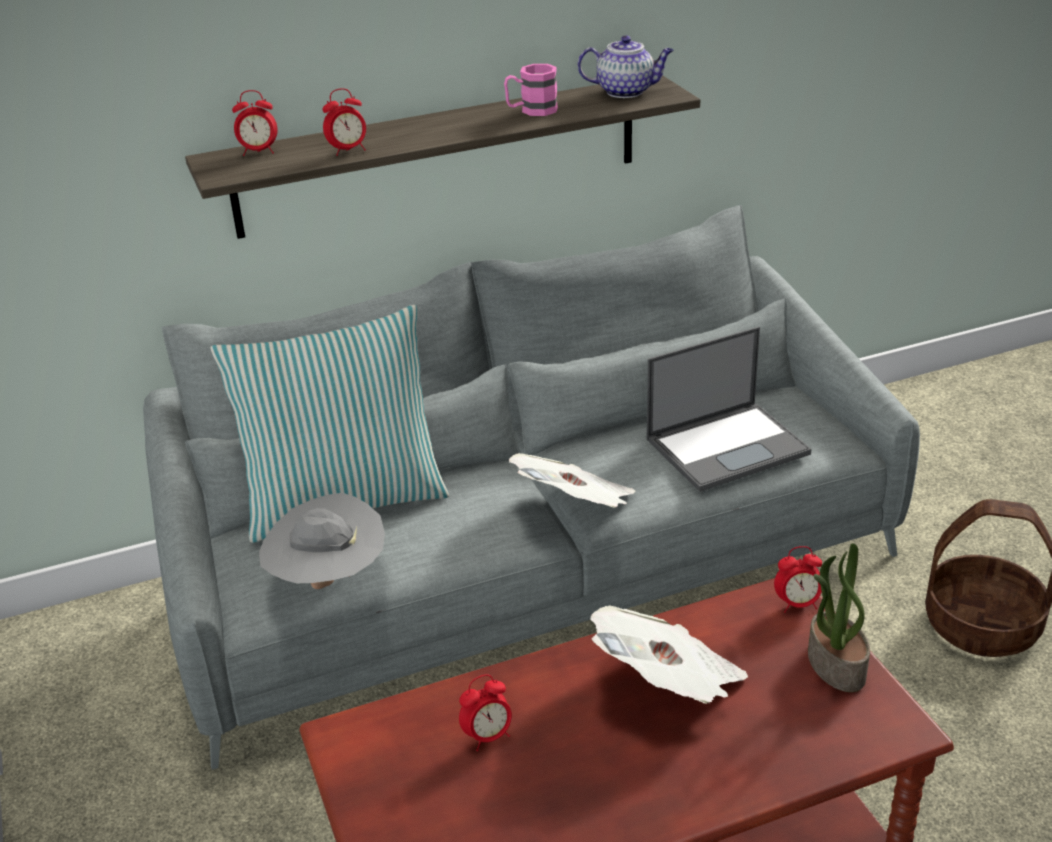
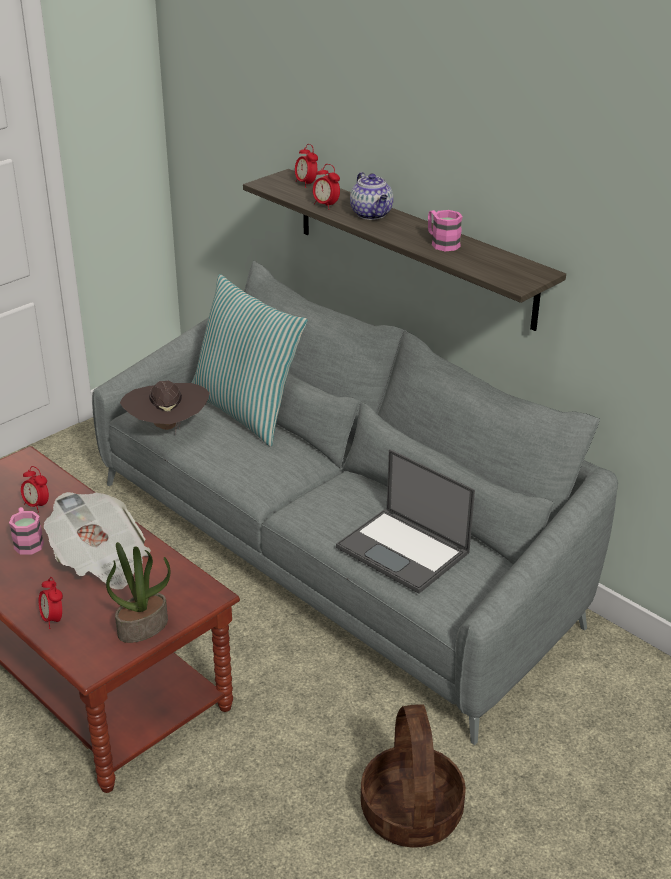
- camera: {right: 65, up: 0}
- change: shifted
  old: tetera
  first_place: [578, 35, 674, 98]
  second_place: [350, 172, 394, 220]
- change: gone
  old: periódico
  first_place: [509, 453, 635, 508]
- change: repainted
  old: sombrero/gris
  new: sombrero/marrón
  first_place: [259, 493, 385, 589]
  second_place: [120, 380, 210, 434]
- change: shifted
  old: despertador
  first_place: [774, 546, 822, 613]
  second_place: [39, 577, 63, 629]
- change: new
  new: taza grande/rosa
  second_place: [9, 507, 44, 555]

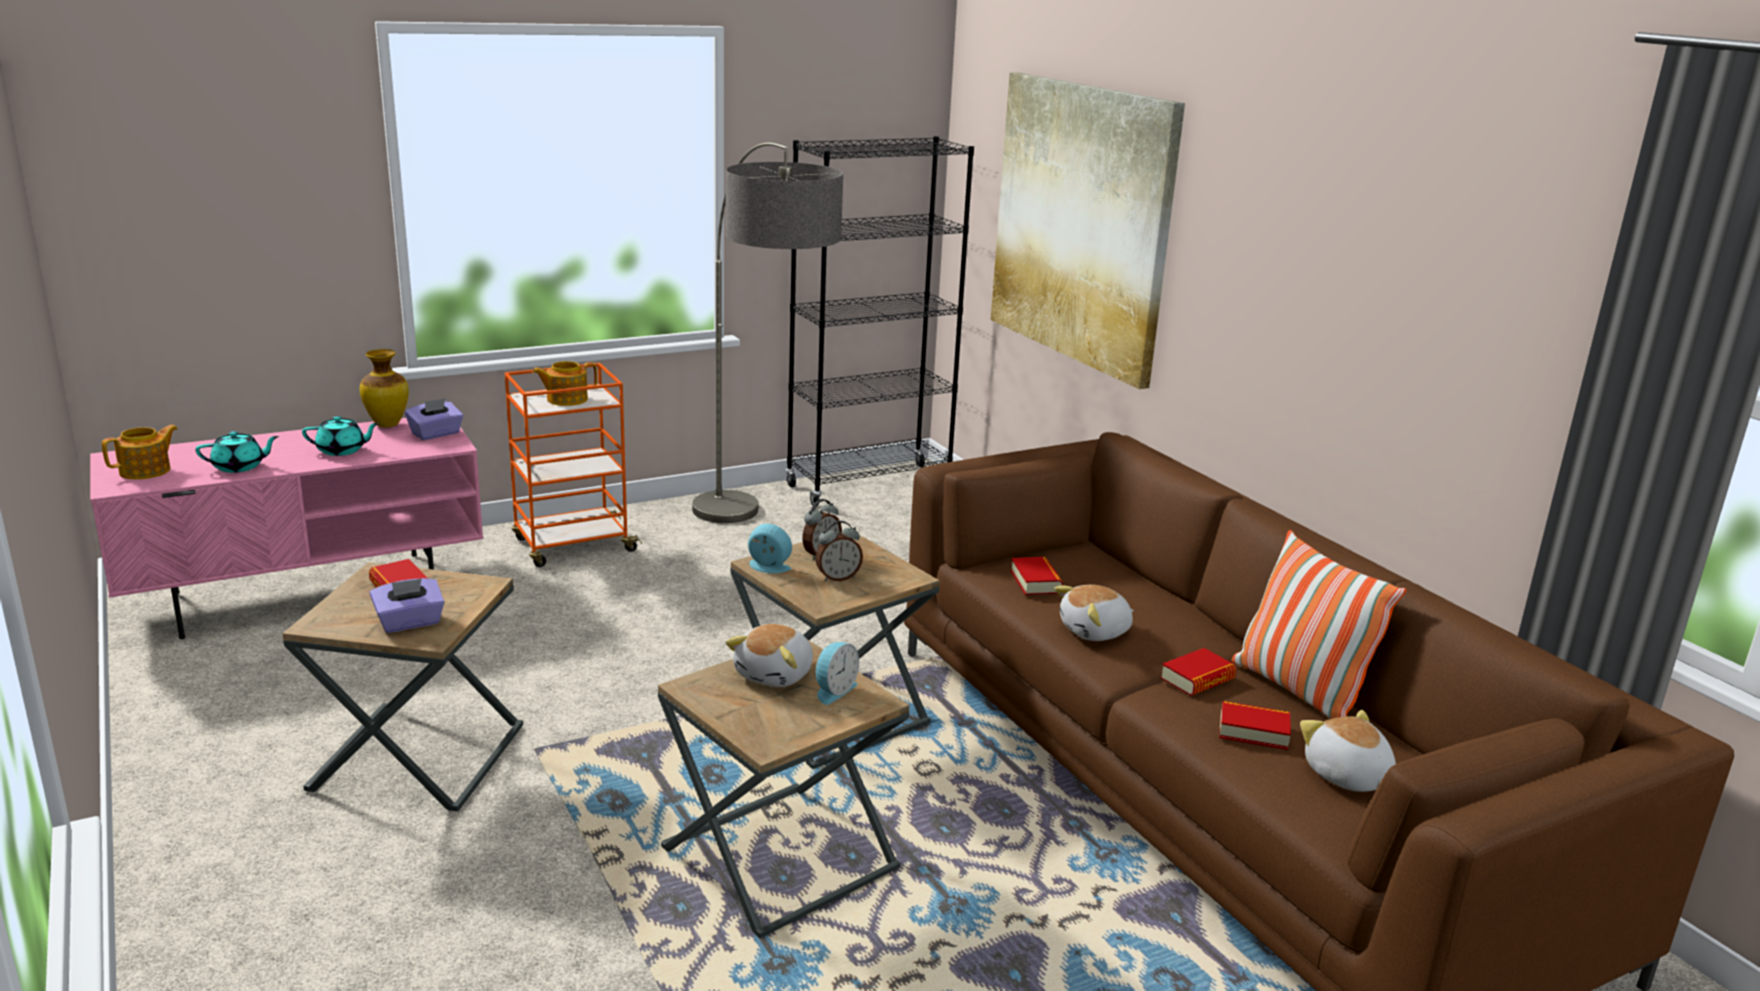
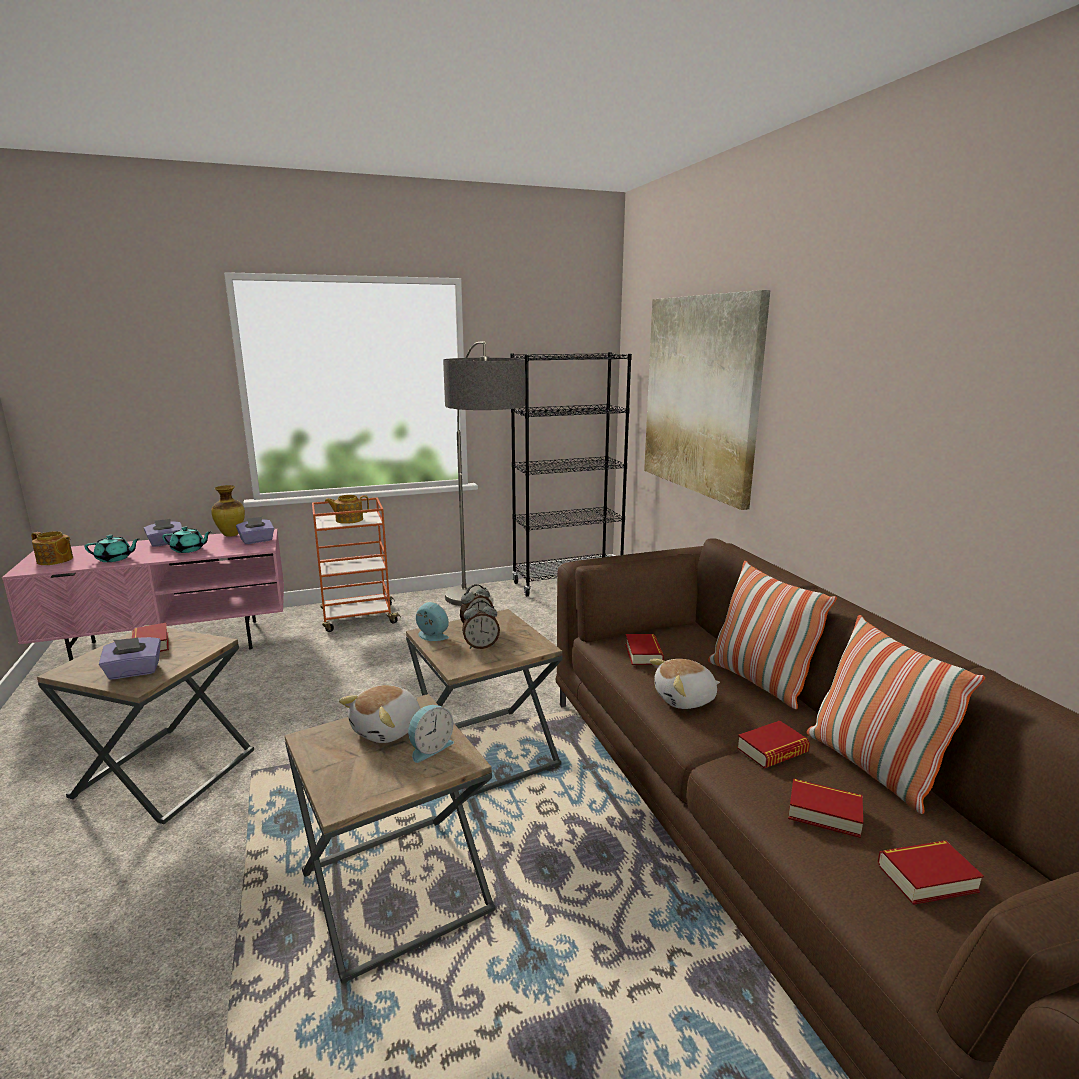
- camera: {right: 10, up: -5}
- change: rotated
  old: tetera
  first_place: [102, 425, 178, 479]
  second_place: [31, 531, 73, 565]
  degrees: 60
- change: swapped
  old: peluche
  new: libro
  first_place: [1300, 710, 1396, 792]
  second_place: [878, 841, 984, 905]
- change: new
  new: caja de pañuelos/morado
  second_place: [144, 519, 182, 547]
- change: new
  new: cojín
  second_place: [708, 561, 837, 709]

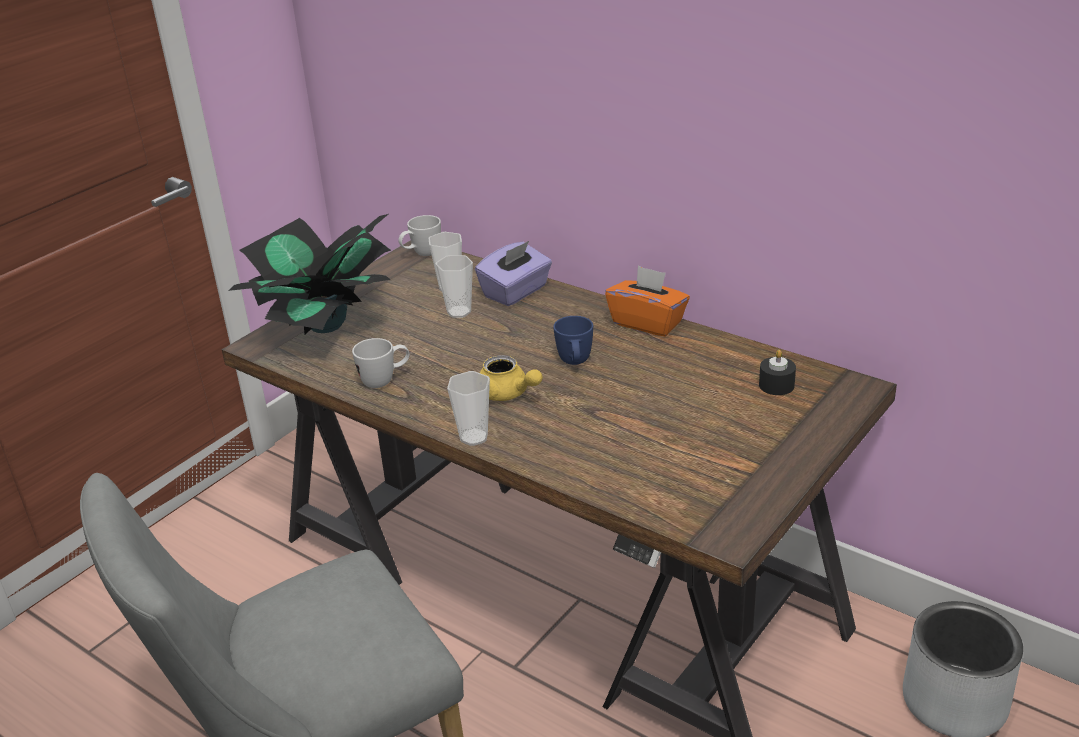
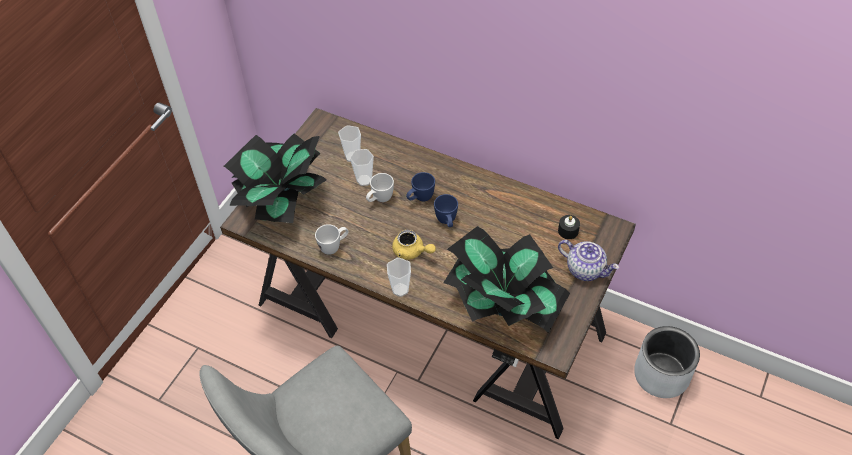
- camera: {right: -10, up: 20}
- change: shifted
  old: taza grande/blanco
  first_place: [398, 215, 441, 256]
  second_place: [366, 173, 394, 202]
- change: gone
  old: caja de pañuelos/morado
  first_place: [475, 241, 552, 306]
- change: gone
  old: caja de pañuelos/naranja
  first_place: [605, 266, 690, 336]
- change: new
  new: taza grande/azul
  second_place: [406, 172, 435, 201]
- change: new
  new: planta en maceta
  second_place: [443, 226, 570, 333]
- change: new
  new: tetera
  second_place: [558, 240, 619, 281]

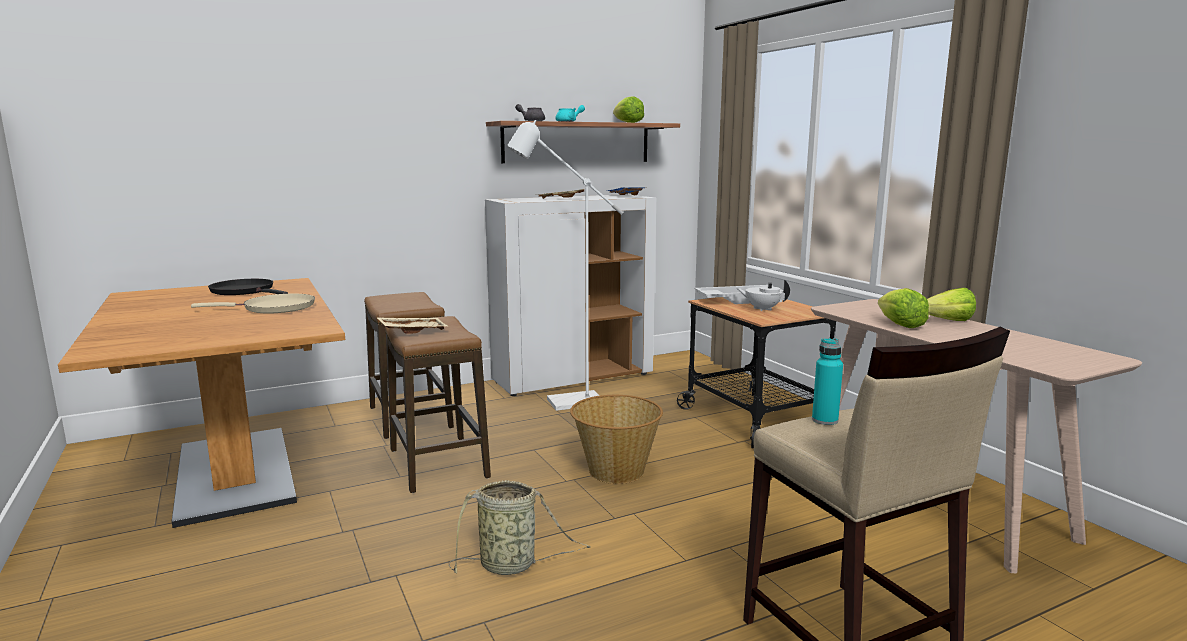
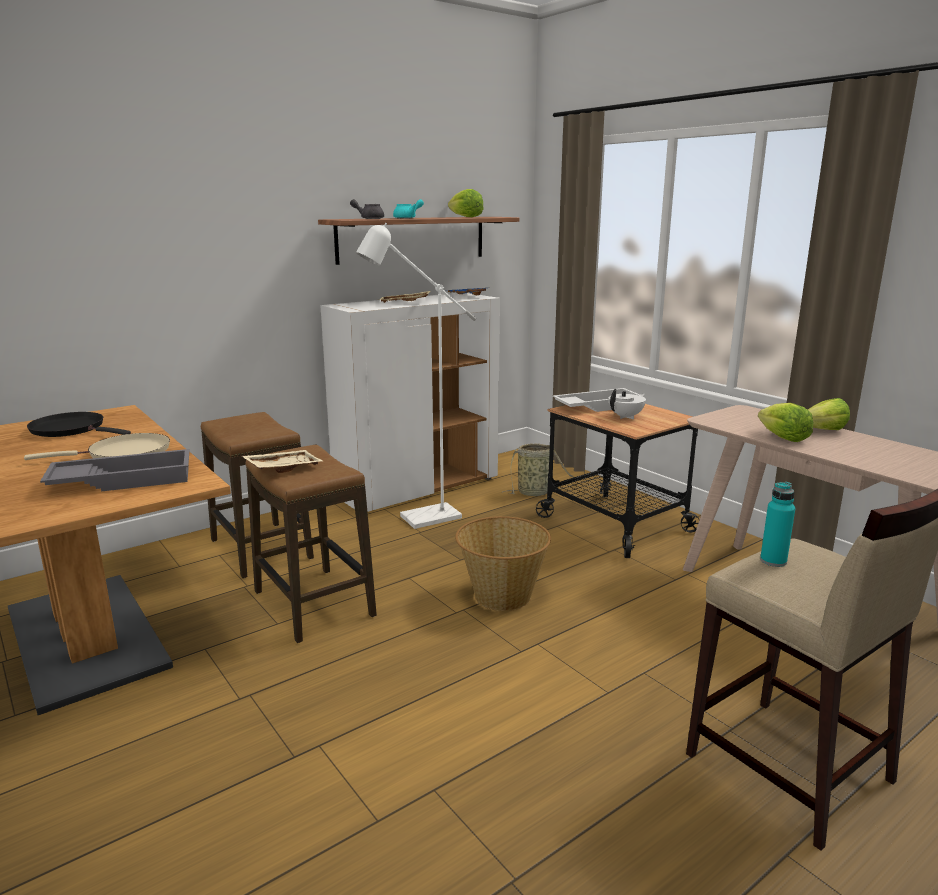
- camera: {right: -10, up: 5}
- change: rotated
  old: tetera/blanco
  first_place: [737, 279, 790, 311]
  second_place: [608, 389, 646, 419]
  degrees: 120
- change: shifted
  old: cesta
  first_place: [449, 480, 590, 575]
  second_place: [503, 443, 574, 496]
- change: new
  new: bandeja/gris
  second_place: [40, 449, 190, 491]

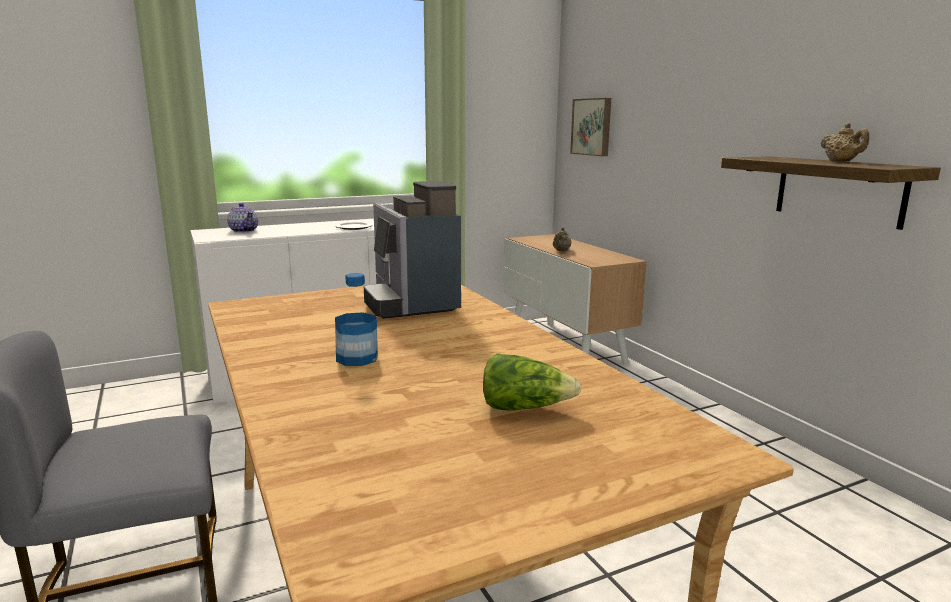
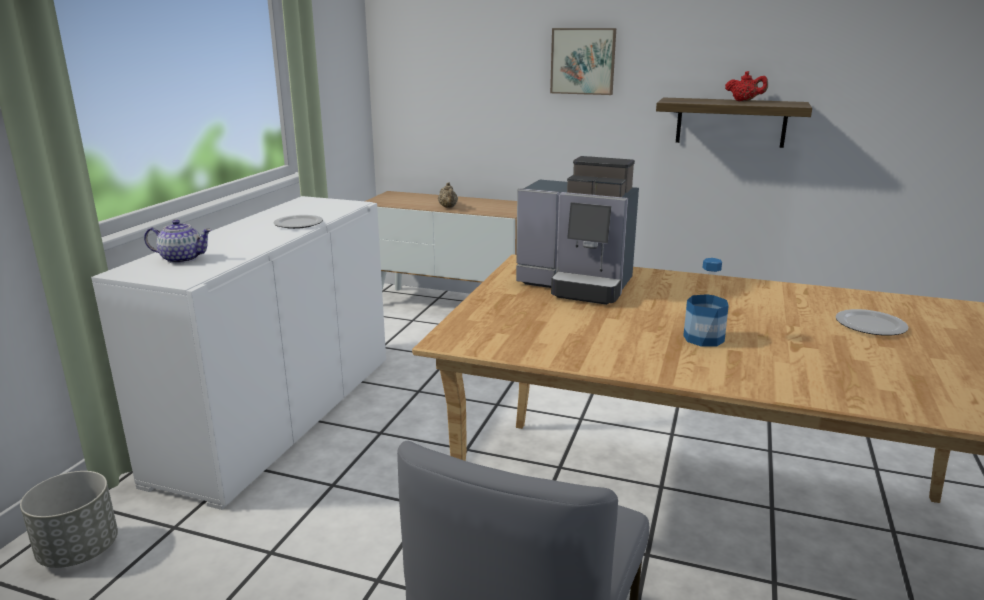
- camera: {right: -45, up: 5}
- change: shifted
  old: cuadro
  first_place: [570, 98, 611, 156]
  second_place: [550, 28, 616, 95]
- change: repainted
  old: tetera/beis
  new: tetera/rojo
  first_place: [820, 123, 869, 162]
  second_place: [725, 71, 768, 101]
- change: swapped
  old: lechuga
  new: plato
  first_place: [483, 353, 581, 410]
  second_place: [835, 309, 908, 336]
- change: new
  new: maceta/gris
  second_place: [20, 471, 118, 568]

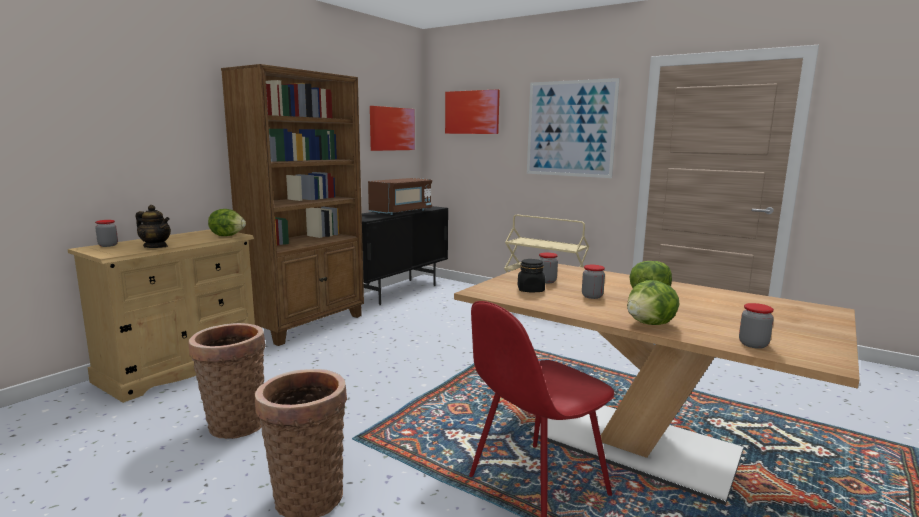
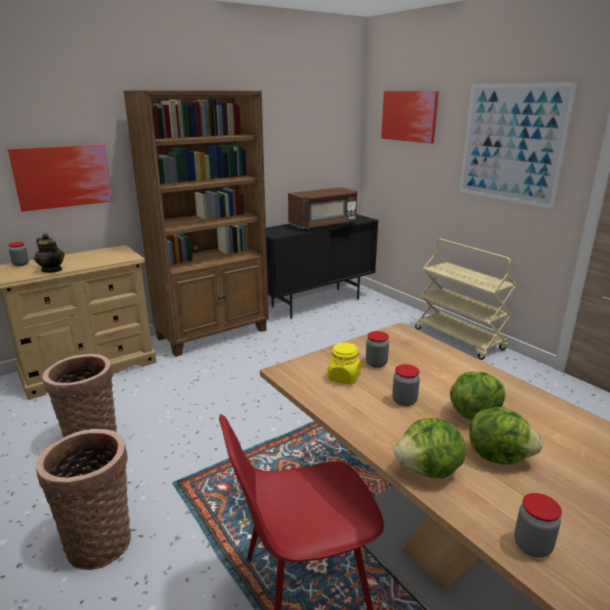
- camera: {right: 20, up: 10}
- change: shifted
  old: cuadro
  first_place: [370, 106, 415, 151]
  second_place: [8, 144, 113, 212]
- change: shifted
  old: lechuga
  first_place: [208, 209, 246, 236]
  second_place: [469, 407, 543, 465]
- change: repainted
  old: tarro/negro
  new: tarro/amarillo
  first_place: [518, 259, 545, 293]
  second_place: [328, 342, 361, 384]

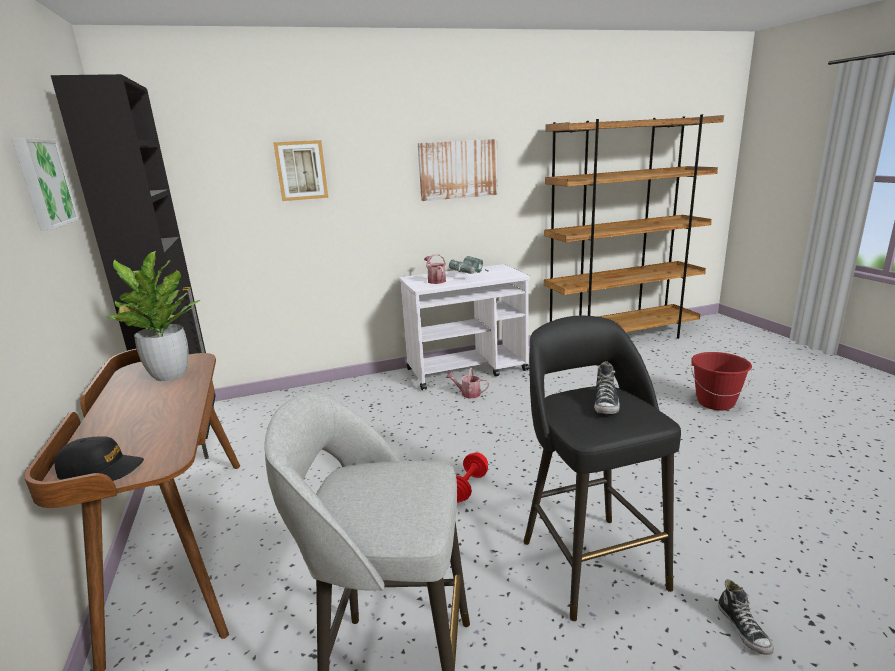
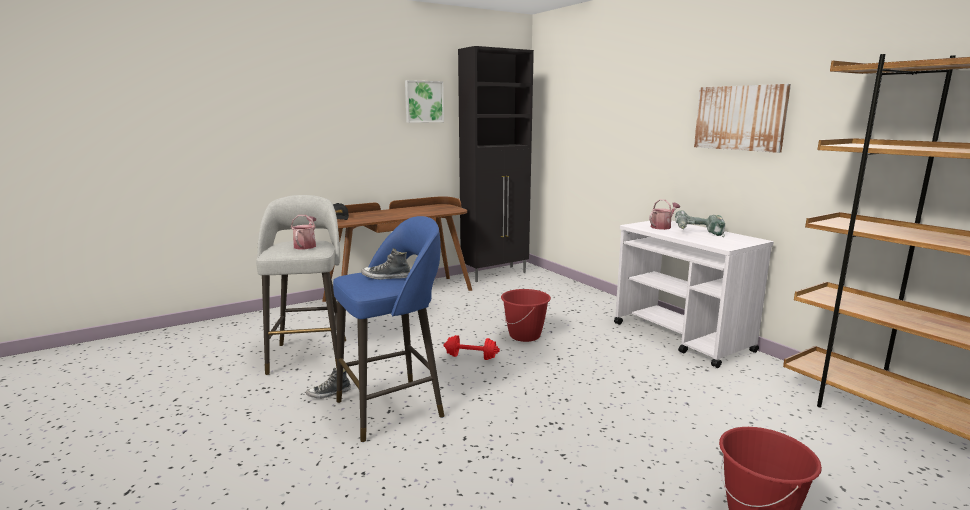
- camera: {right: 75, up: -5}
- change: gone
  old: cuadro
  first_place: [273, 140, 328, 201]
- change: gone
  old: planta en maceta
  first_place: [104, 251, 200, 381]
- change: repainted
  old: taburete/negro
  new: taburete/azul
  first_place: [523, 316, 681, 621]
  second_place: [333, 216, 444, 442]
- change: shifted
  old: regadera
  first_place: [446, 368, 489, 399]
  second_place: [291, 215, 316, 249]
- change: shifted
  old: zapato
  first_place: [718, 579, 774, 655]
  second_place: [306, 368, 351, 398]
- change: new
  new: cubo/rojo
  second_place: [501, 289, 551, 342]

